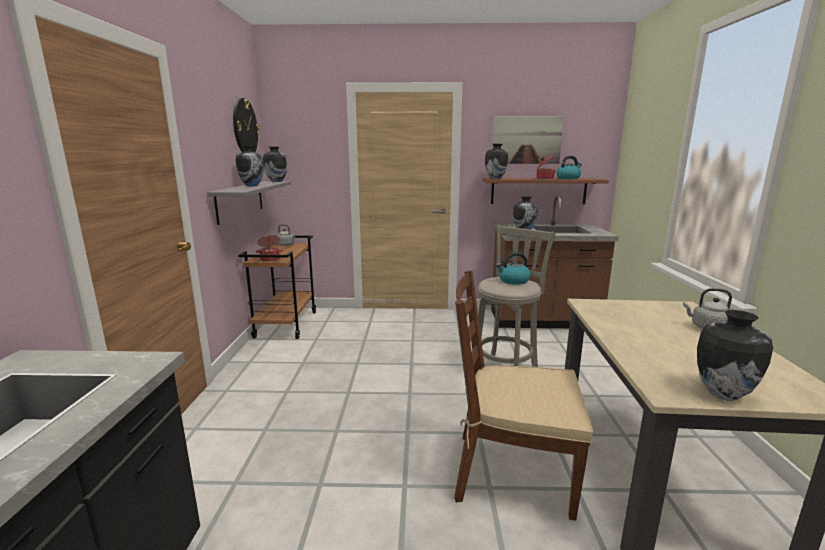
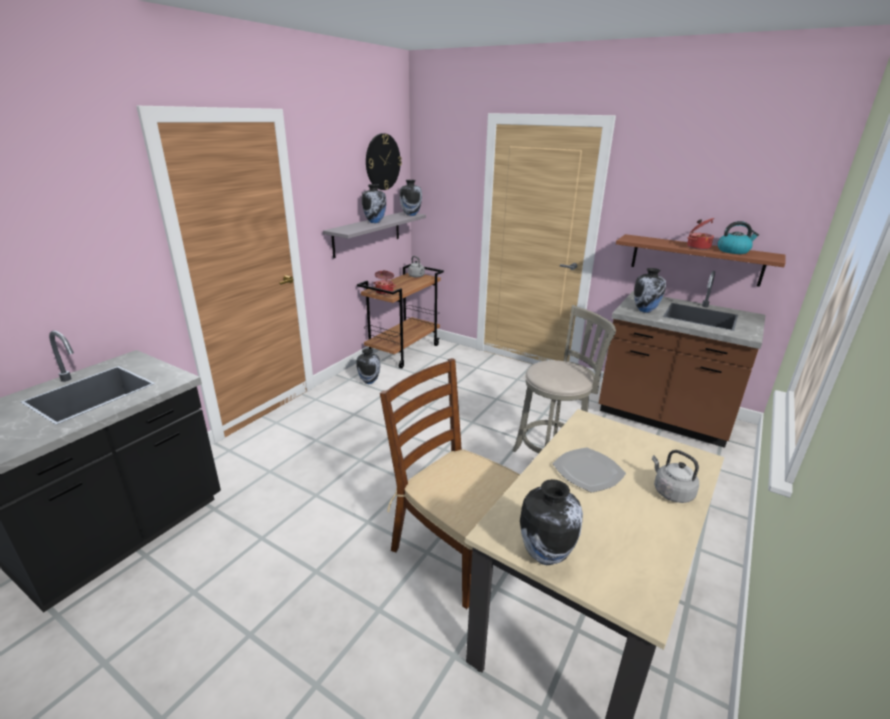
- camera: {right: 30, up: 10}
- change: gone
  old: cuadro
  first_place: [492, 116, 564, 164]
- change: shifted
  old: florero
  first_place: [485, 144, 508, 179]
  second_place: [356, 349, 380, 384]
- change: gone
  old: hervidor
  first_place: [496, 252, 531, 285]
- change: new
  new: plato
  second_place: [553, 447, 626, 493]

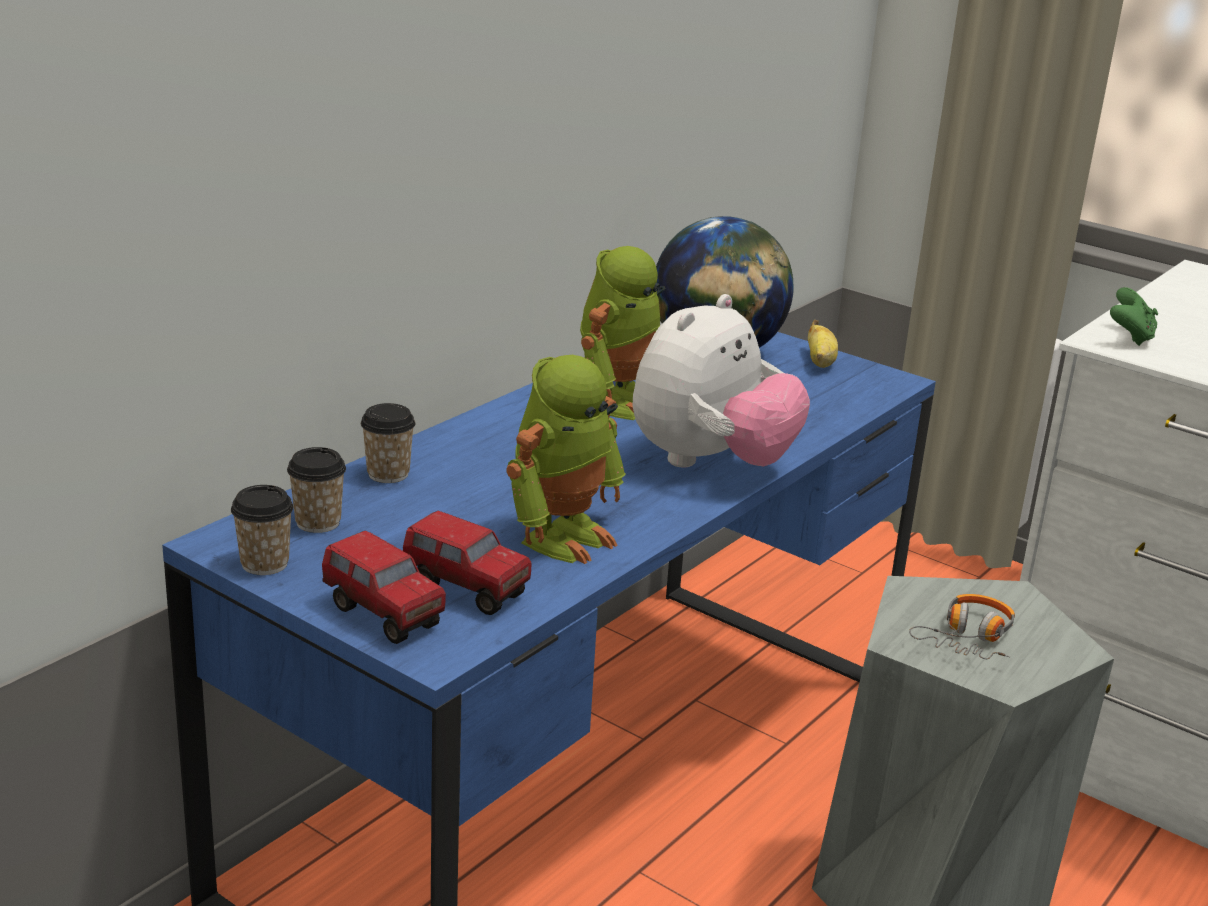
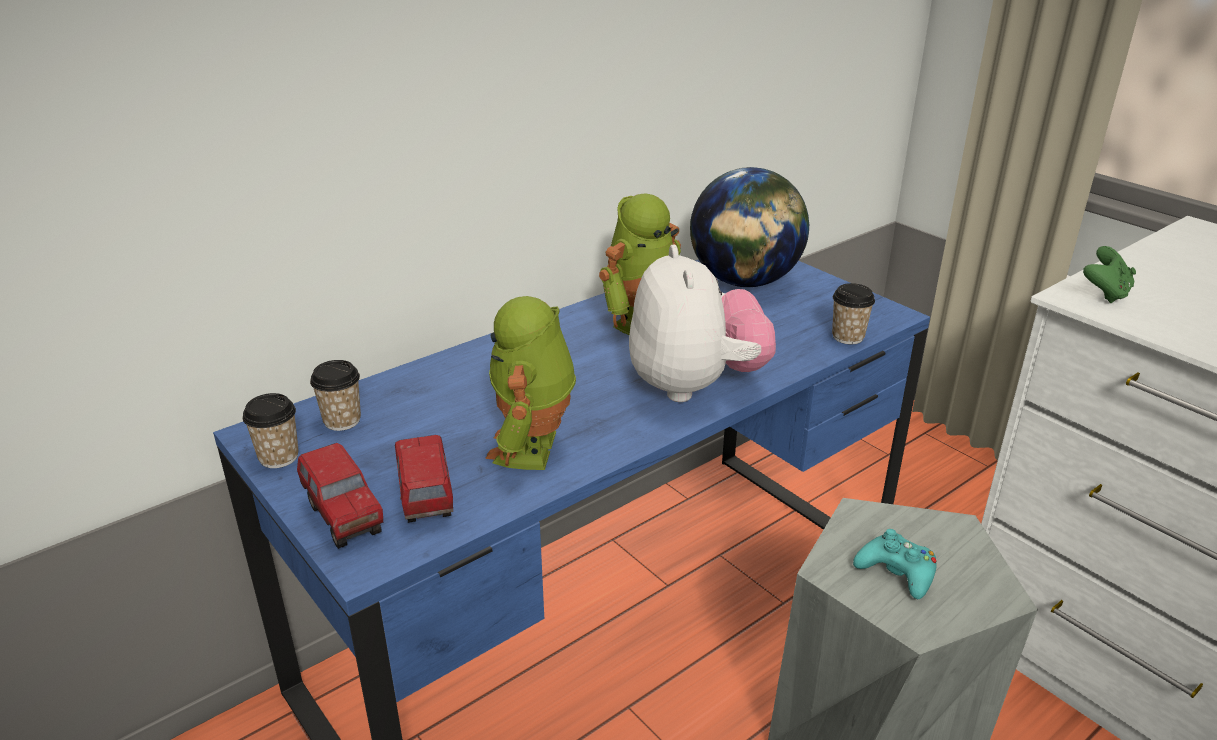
- camera: {right: 15, up: 5}
- change: rotated
  old: peluche
  first_place: [632, 294, 810, 467]
  second_place: [629, 245, 776, 402]
  degrees: -60
- change: gone
  old: plátano
  first_place: [808, 320, 838, 368]
- change: rotated
  old: robot de juguete
  first_place: [506, 355, 626, 564]
  second_place: [485, 296, 576, 470]
  degrees: 135
- change: shifted
  old: taza
  first_place: [361, 403, 415, 483]
  second_place: [832, 283, 875, 344]
- change: rotated
  old: camión de juguete
  first_place: [403, 511, 531, 615]
  second_place: [395, 435, 453, 523]
  degrees: -150
- change: swapped
  old: auriculares
  new: mando de consola/turquesa
  first_place: [909, 594, 1015, 659]
  second_place: [853, 529, 936, 599]

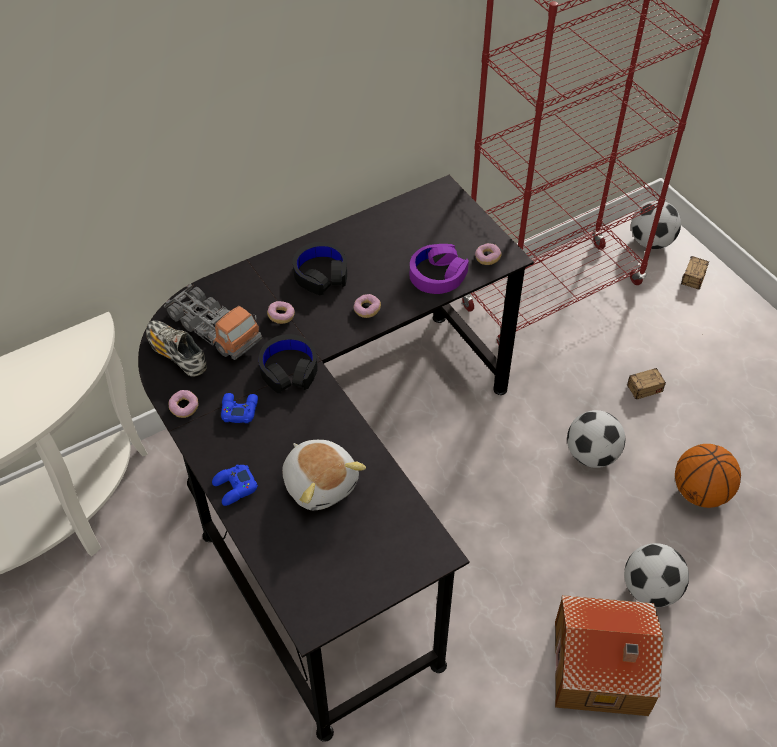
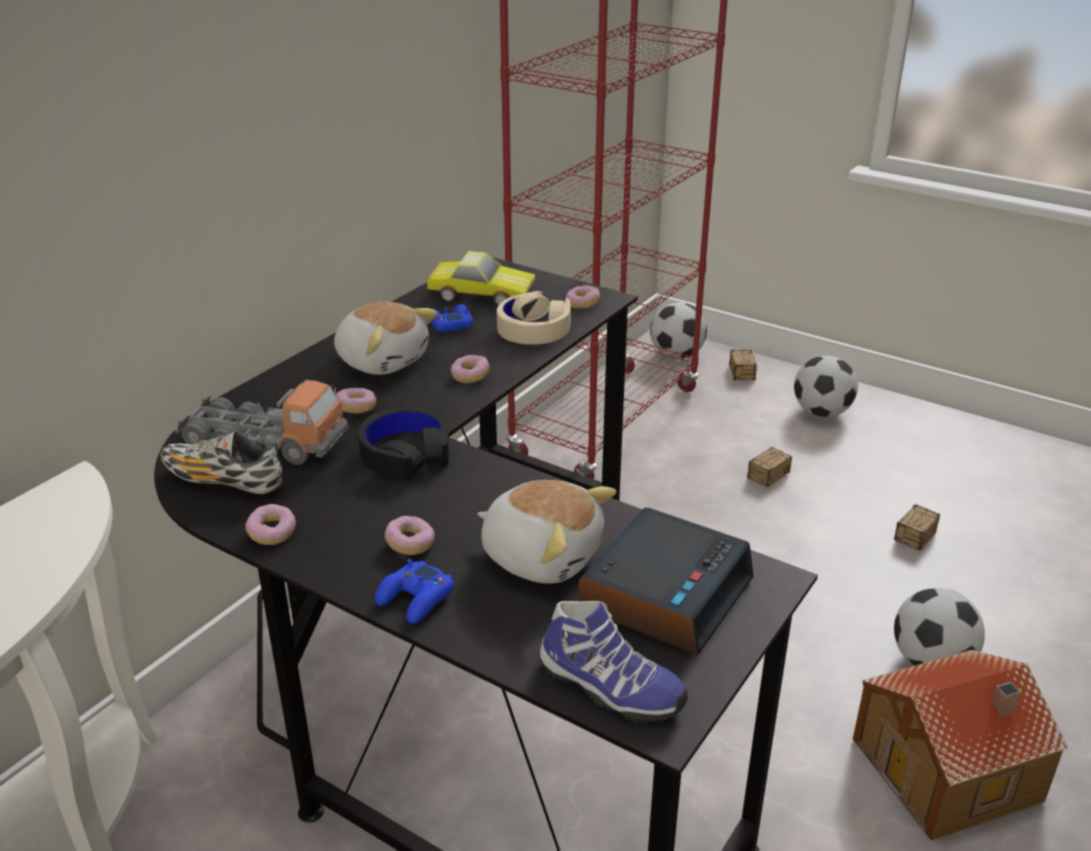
- camera: {right: -25, up: -20}
- change: swapped
  old: auriculares/negro
  new: peluche
  first_place: [293, 242, 347, 295]
  second_place: [334, 302, 437, 375]
- change: repainted
  old: auriculares/morado
  new: auriculares/beis
  first_place: [410, 244, 469, 294]
  second_place: [497, 291, 571, 345]
- change: shifted
  old: mando de consola/azul
  first_place: [221, 393, 258, 423]
  second_place: [430, 304, 473, 332]
- change: shifted
  old: balón de fútbol
  first_place: [567, 410, 625, 468]
  second_place: [794, 355, 858, 417]
- change: swapped
  old: balón de baloncesto
  new: caja de almacenaje
  first_place: [675, 444, 741, 508]
  second_place: [894, 504, 940, 551]
- change: new
  new: coche de juguete
  second_place: [427, 251, 535, 306]
- change: new
  new: despertador
  second_place: [578, 507, 754, 655]
- change: new
  new: rosquilla
  second_place: [385, 516, 435, 555]
- change: new
  new: zapato
  second_place: [539, 601, 688, 723]

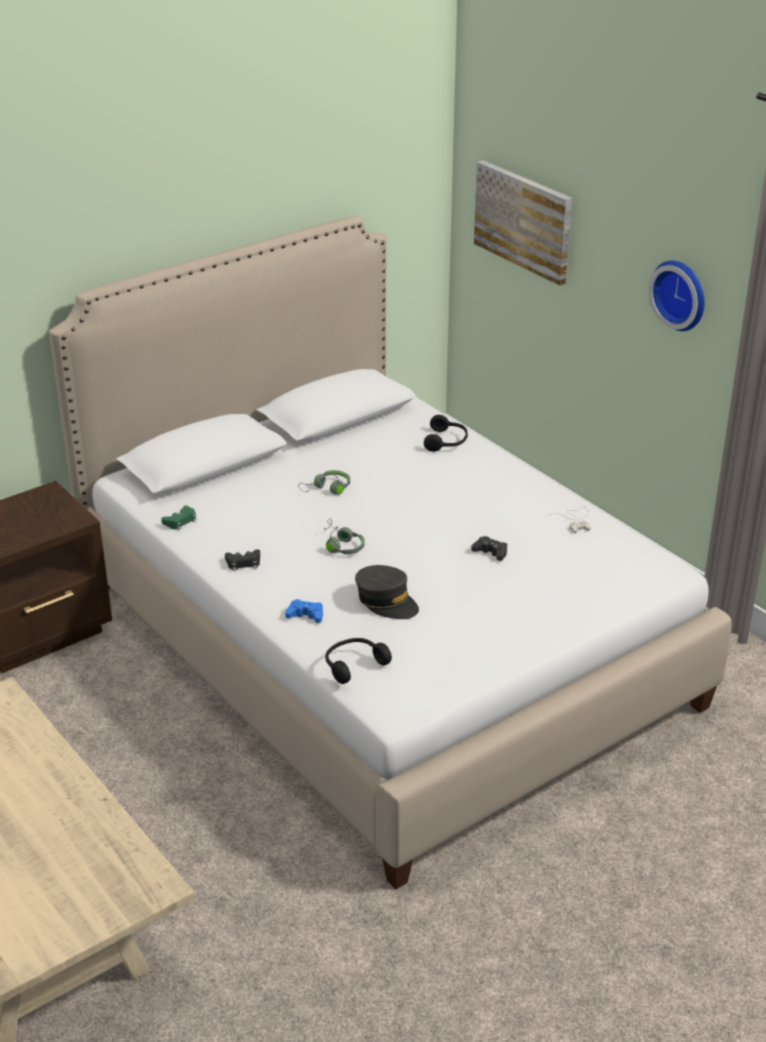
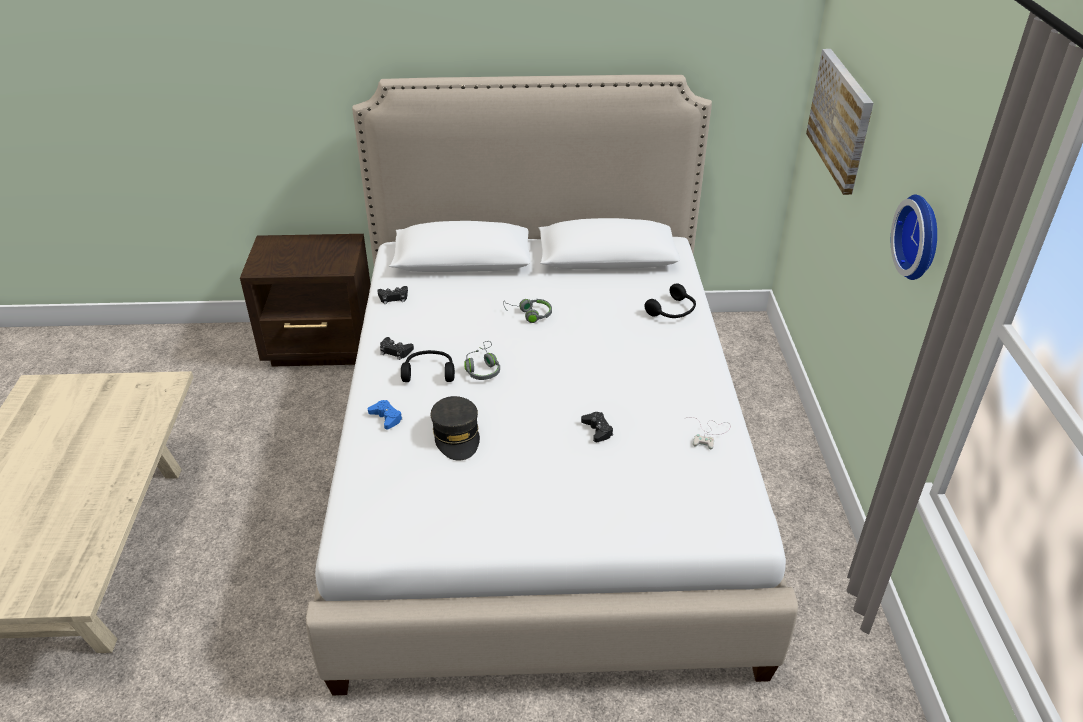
- camera: {right: 35, up: 5}
- change: repainted
  old: mando de consola/verde
  new: mando de consola/negro
  first_place: [161, 506, 196, 530]
  second_place: [377, 286, 408, 304]
- change: shifted
  old: auriculares/negro
  first_place: [325, 638, 392, 684]
  second_place: [401, 350, 455, 382]

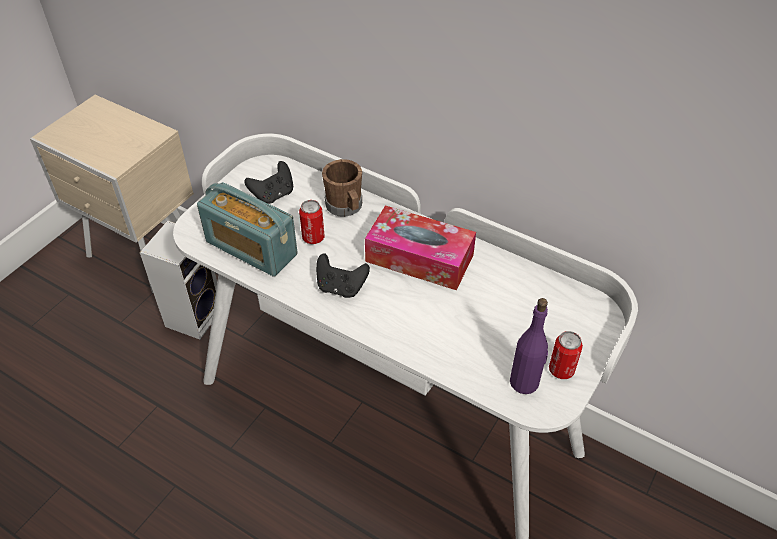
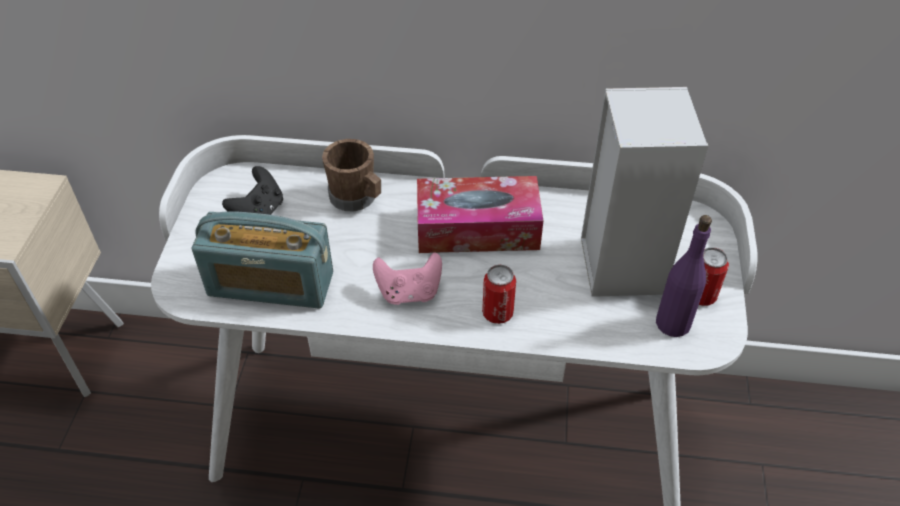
- camera: {right: -25, up: 0}
- change: shifted
  old: lata
  first_place: [299, 200, 325, 244]
  second_place: [482, 265, 516, 324]
- change: shifted
  old: altavoz
  first_place: [140, 221, 217, 339]
  second_place: [581, 87, 708, 297]
- change: repainted
  old: mando de consola/negro
  new: mando de consola/rosa
  first_place: [316, 253, 370, 298]
  second_place: [373, 252, 442, 305]

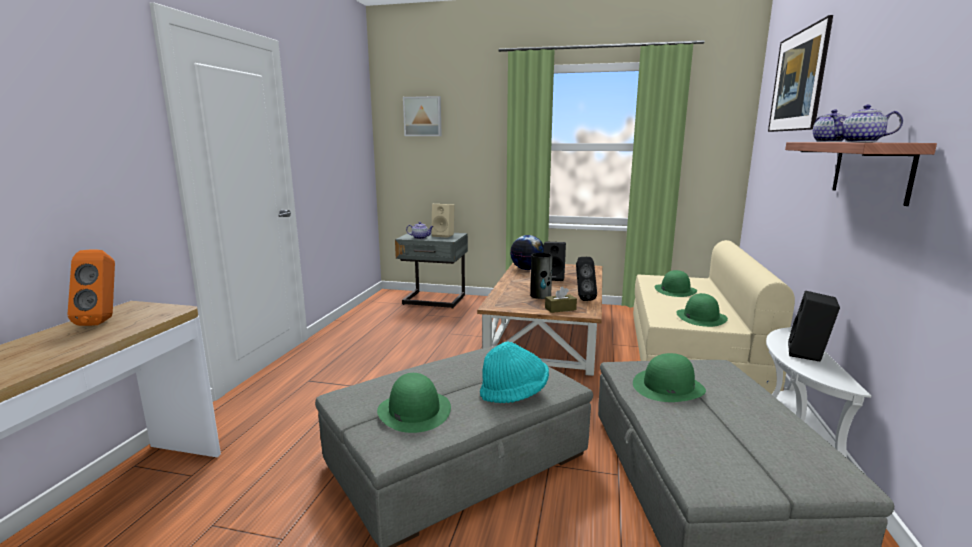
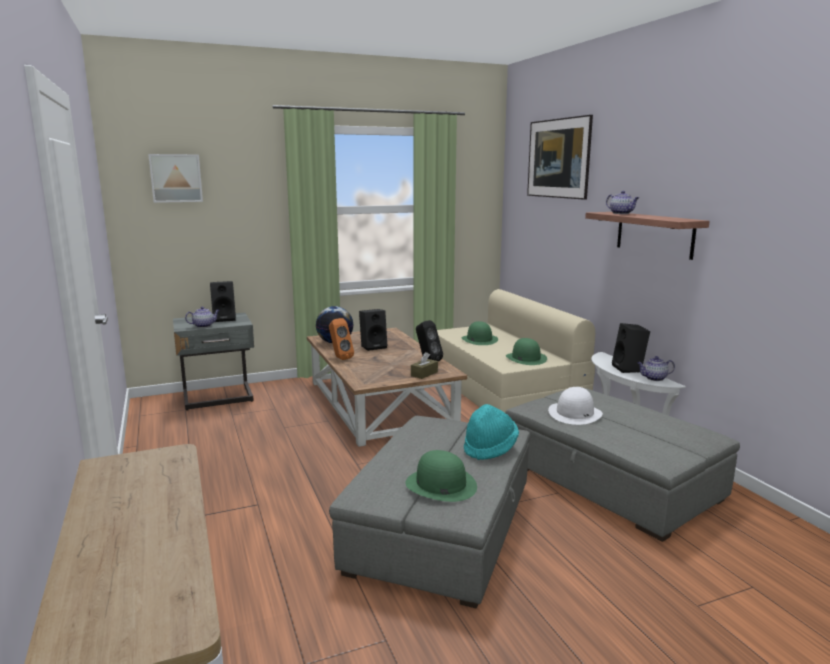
- camera: {right: -35, up: 0}
- change: shifted
  old: tetera
  first_place: [830, 105, 903, 142]
  second_place: [637, 356, 675, 381]
- change: repainted
  old: altavoz/beis
  new: altavoz/negro
  first_place: [431, 204, 455, 238]
  second_place: [210, 281, 236, 322]
- change: shifted
  old: altavoz/naranja
  first_place: [68, 249, 115, 326]
  second_place: [329, 318, 354, 360]
- change: gone
  old: florero
  first_place: [530, 253, 553, 299]
- change: repainted
  old: sombrero/verde
  new: sombrero/blanco
  first_place: [633, 353, 706, 402]
  second_place: [548, 387, 603, 425]

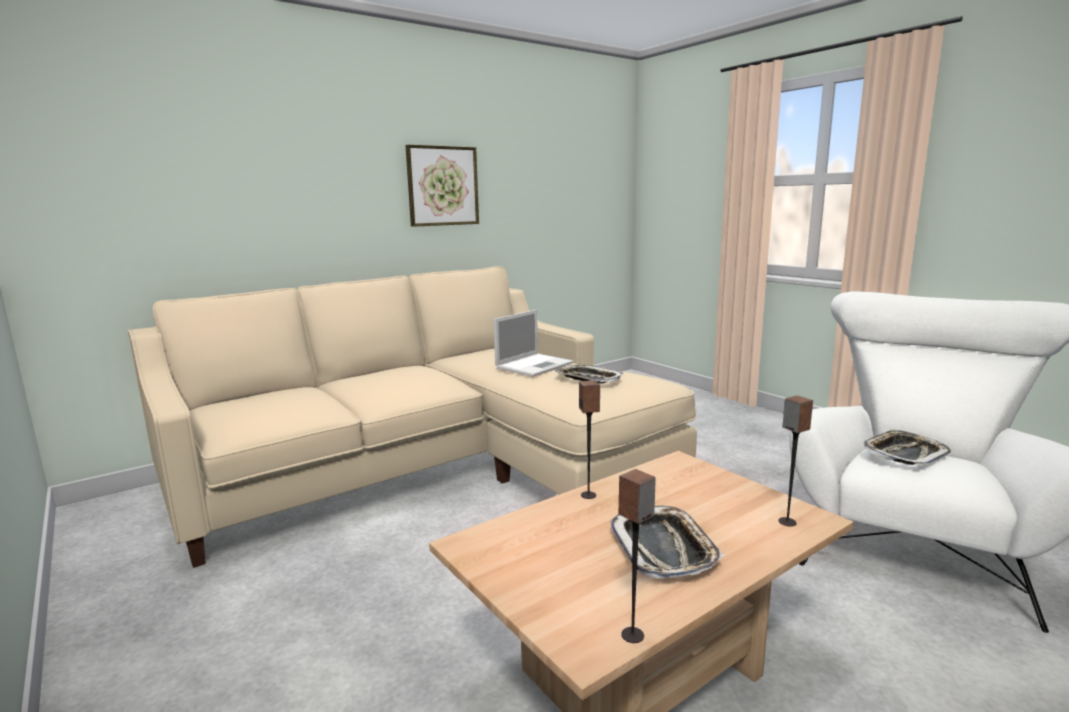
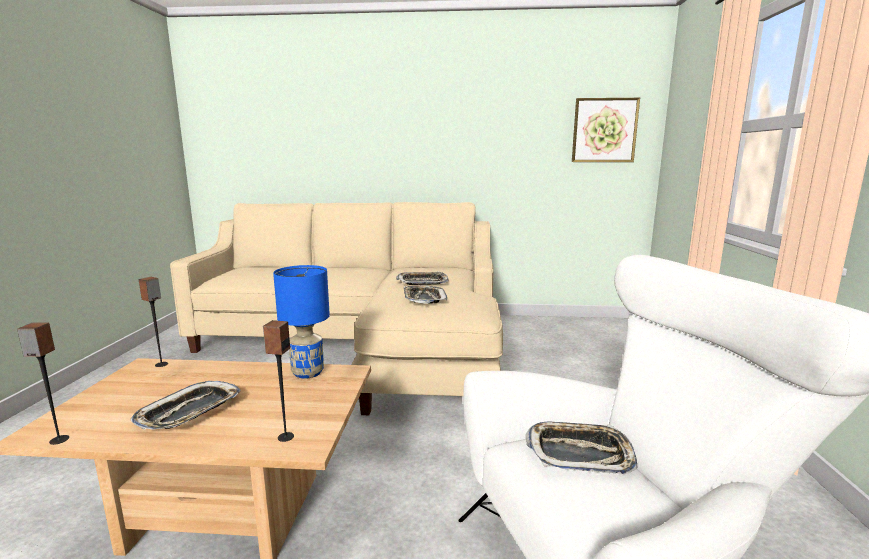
- camera: {right: 40, up: 0}
- change: shifted
  old: cuadro
  first_place: [406, 145, 479, 227]
  second_place: [572, 98, 640, 162]
- change: swapped
  old: portátil
  new: bandeja
  first_place: [494, 310, 573, 377]
  second_place: [396, 271, 449, 285]
- change: shifted
  old: altavoz
  first_place: [579, 380, 600, 499]
  second_place: [139, 277, 168, 367]
- change: new
  new: lámpara de mesa/azul
  second_place: [273, 265, 330, 379]

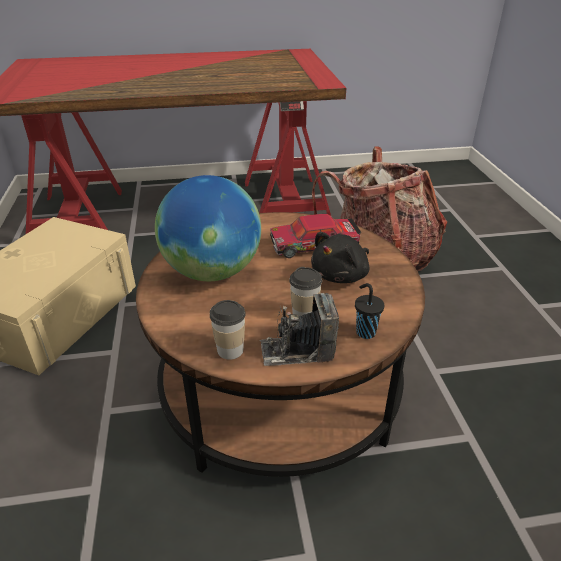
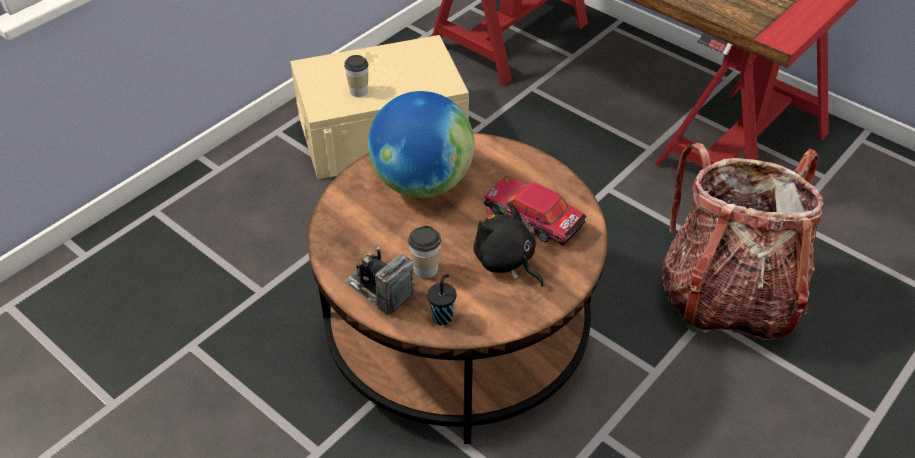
- camera: {right: 50, up: 10}
- change: rotated
  old: peluche/negro
  first_place: [311, 232, 370, 283]
  second_place: [474, 203, 544, 287]
  degrees: 45
- change: shifted
  old: taza
  first_place: [210, 300, 246, 360]
  second_place: [344, 55, 369, 97]

